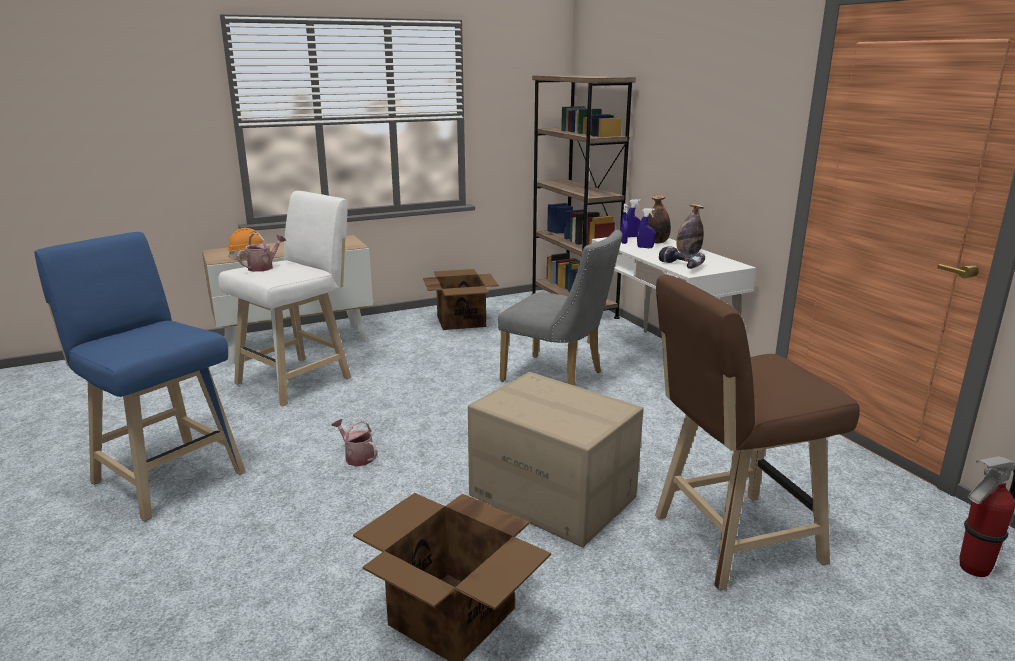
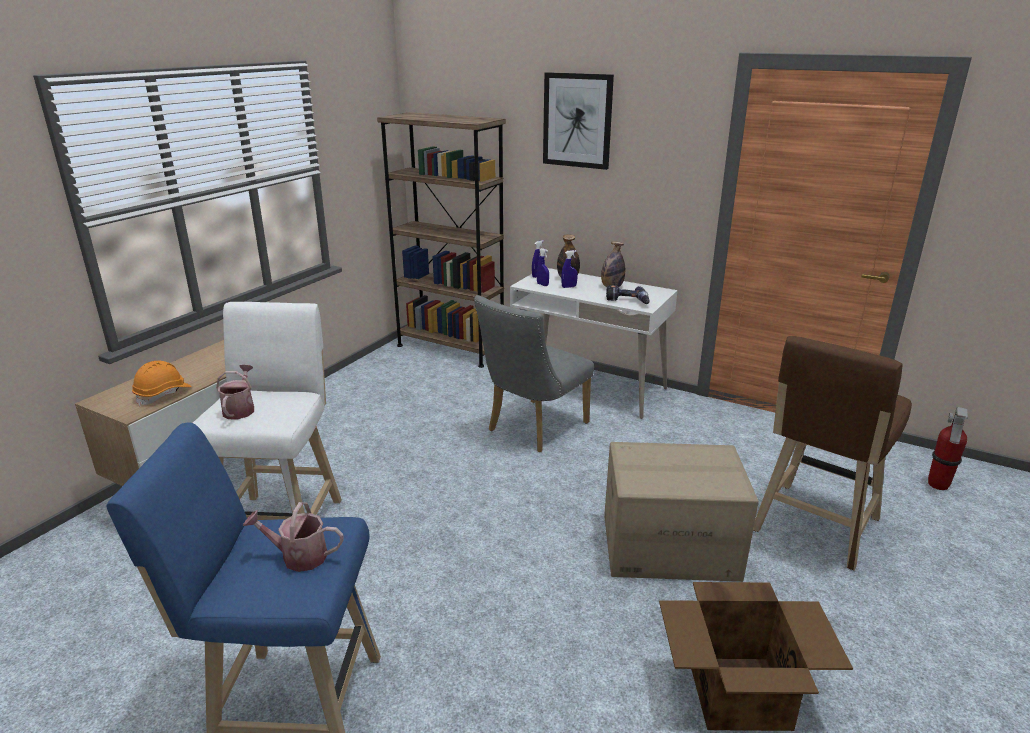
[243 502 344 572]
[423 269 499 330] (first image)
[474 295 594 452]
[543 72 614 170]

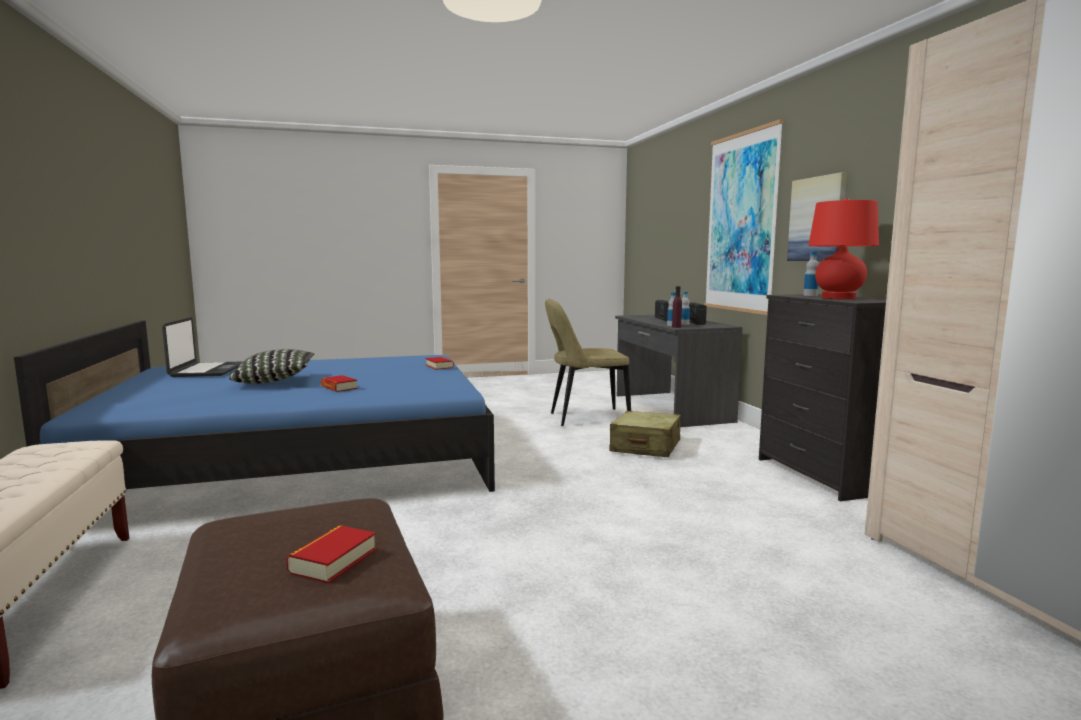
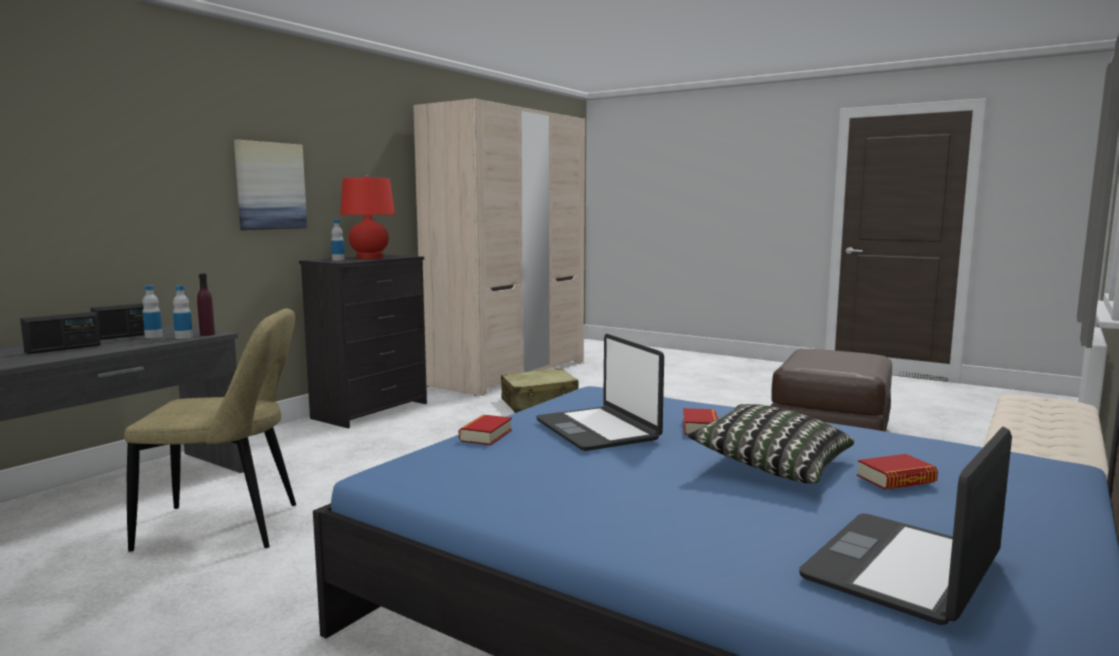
[857 454 938 490]
[124 308 296 552]
[501 368 579 413]
[704 119 785 315] (first image)
[536 334 664 451]

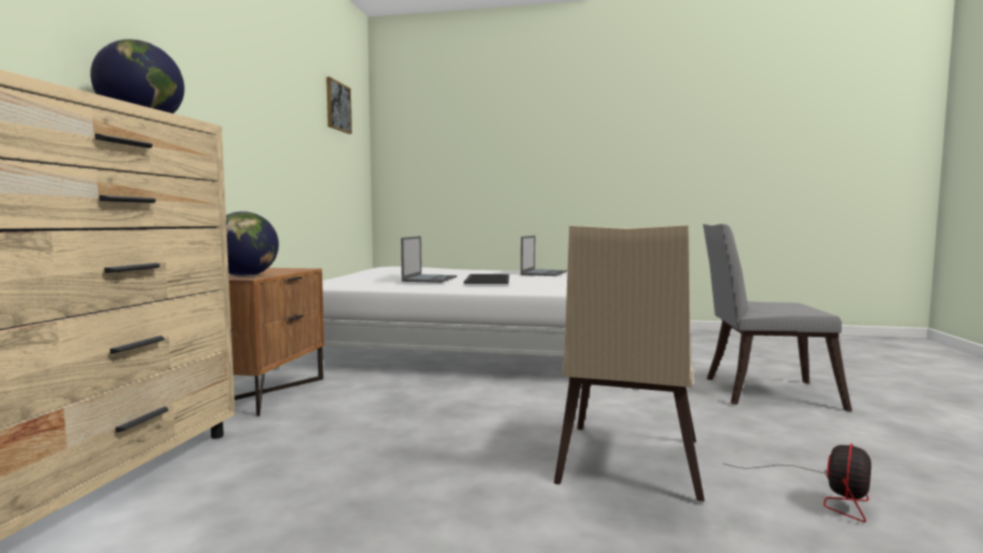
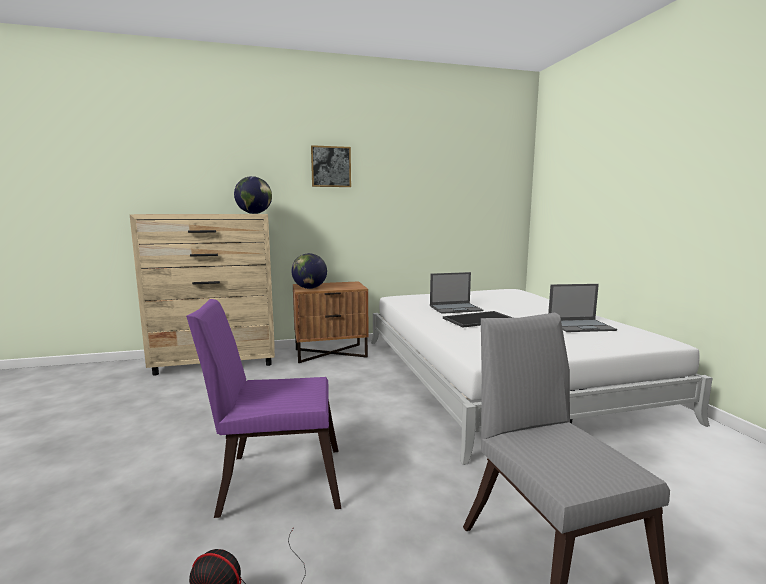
[311 145 351 187]
[186 299 341 518]

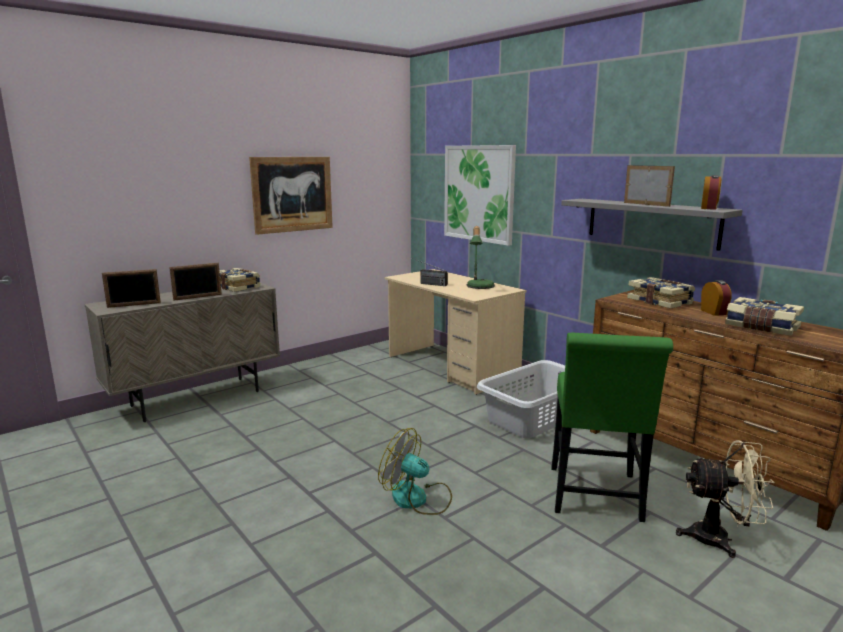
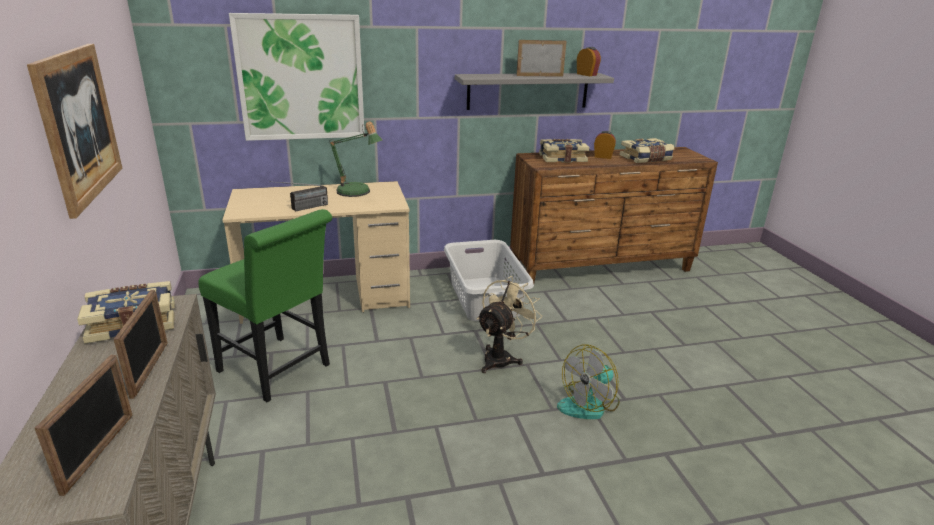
[198 209 332 402]
[477 276 542 373]

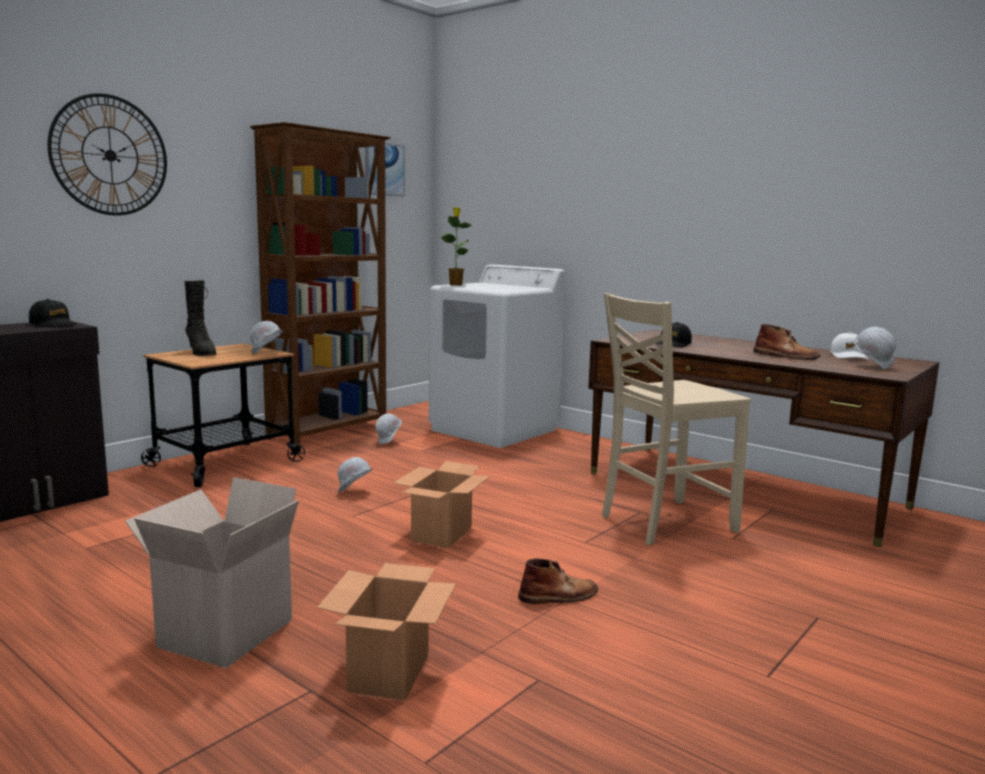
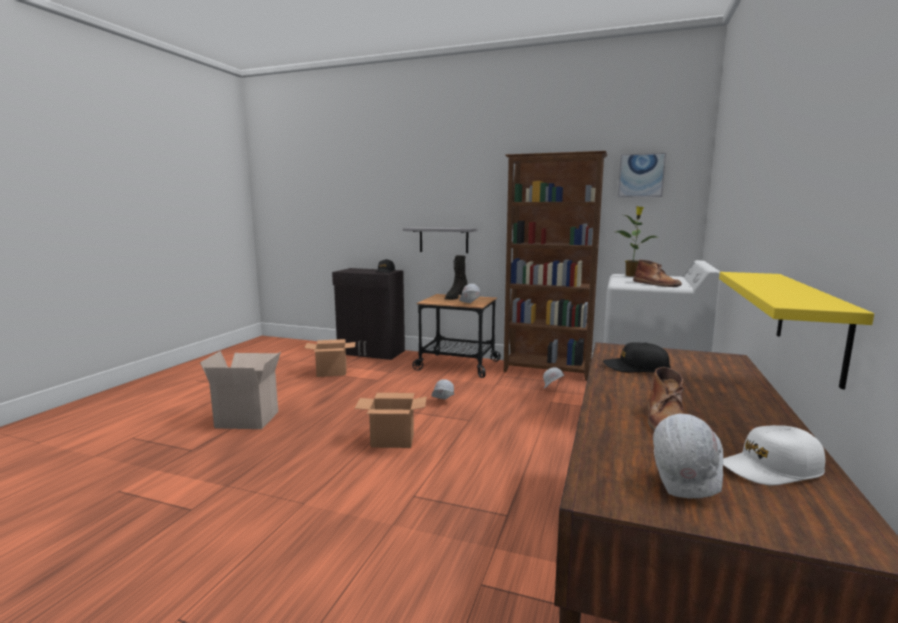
[47 93 167 216] (first image)
[305 339 355 377]
[633 260 682 287]
[602 293 751 545] (first image)
[403 227 477 253]
[719 272 874 390]

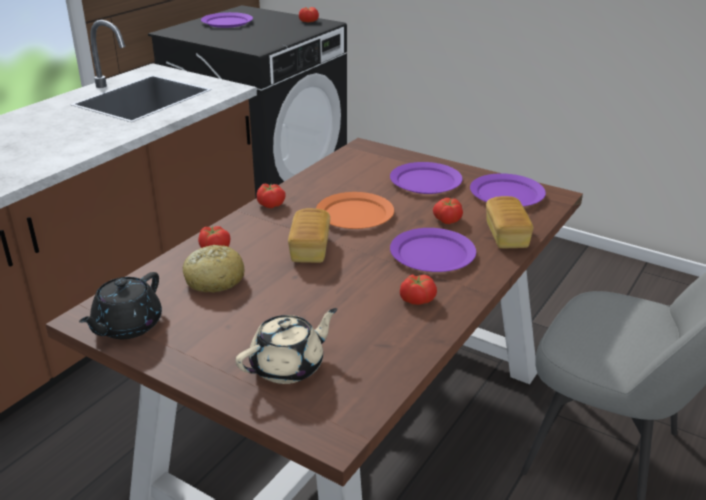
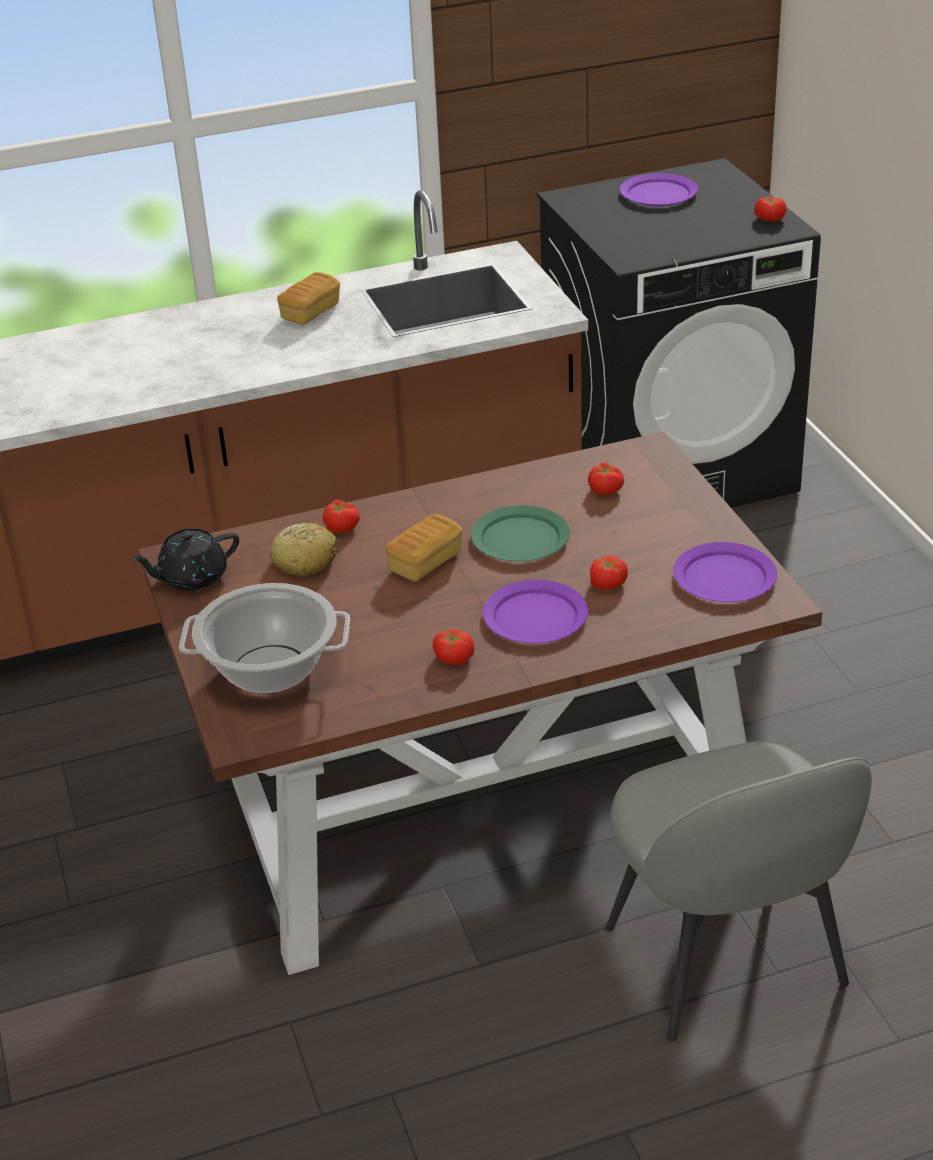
[179 583 350 694]
[588 463 624 495]
[471 505 570 562]
[390 162 463 194] (first image)
[277 272 340 325]

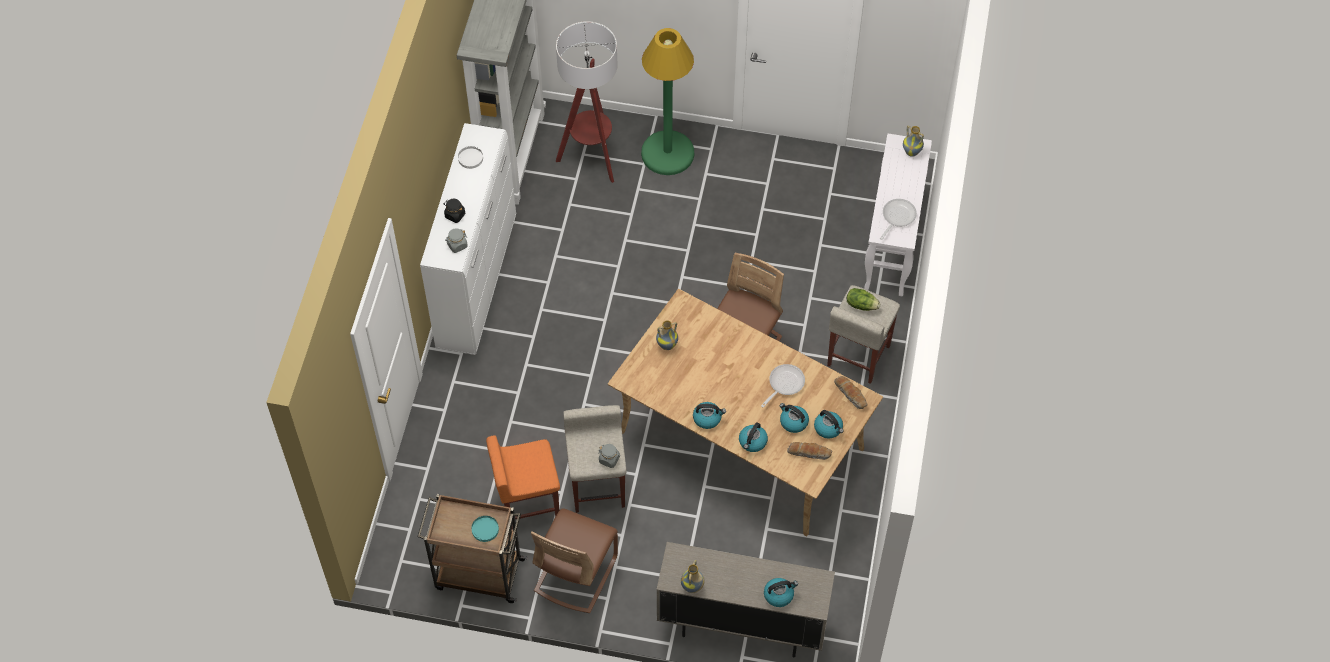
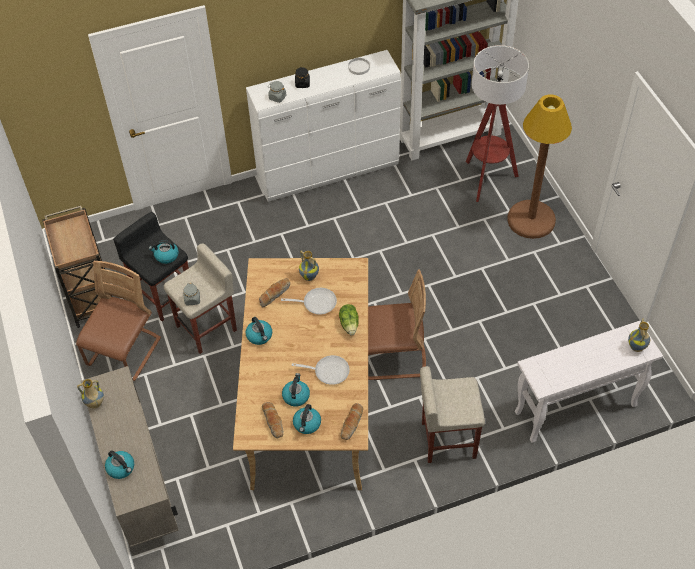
[471 516 499 542] (first image)
[113 212 189 321]
[76 261 161 381]
[507 94 572 239]
[149 240 179 264]
[339 304 359 335]
[281 288 337 315]
[259 278 290 308]

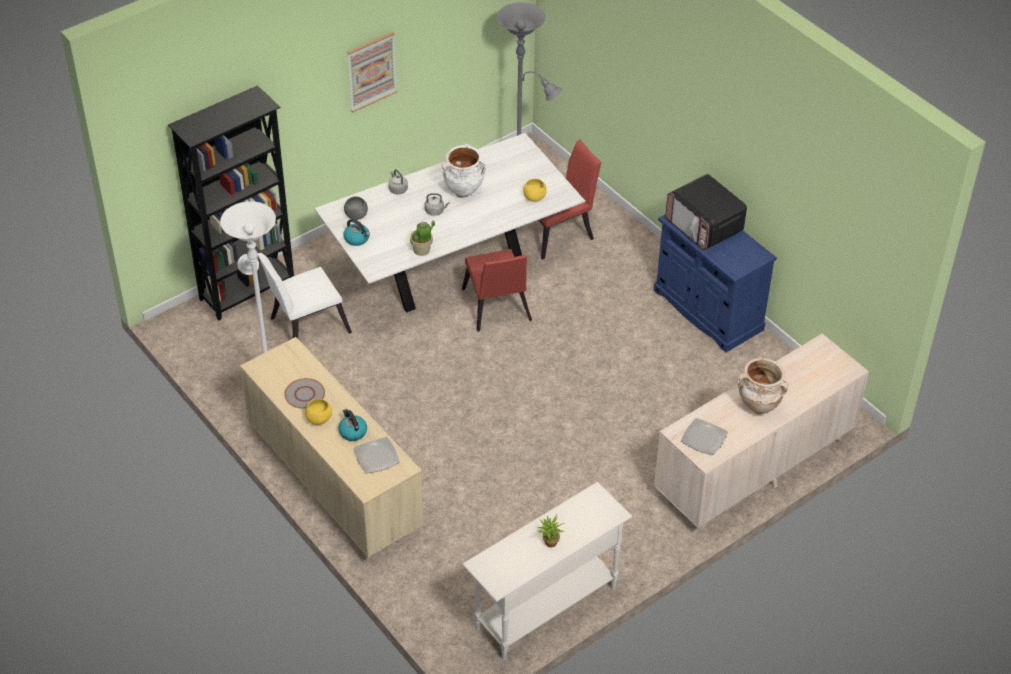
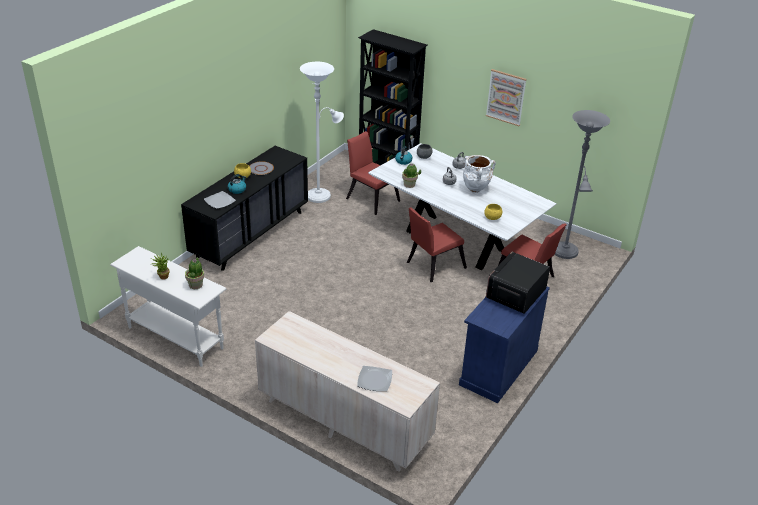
[181 146 308 271]
[346 131 400 215]
[357 366 392 391]
[738 355 788 414] (first image)
[185 257 204 289]

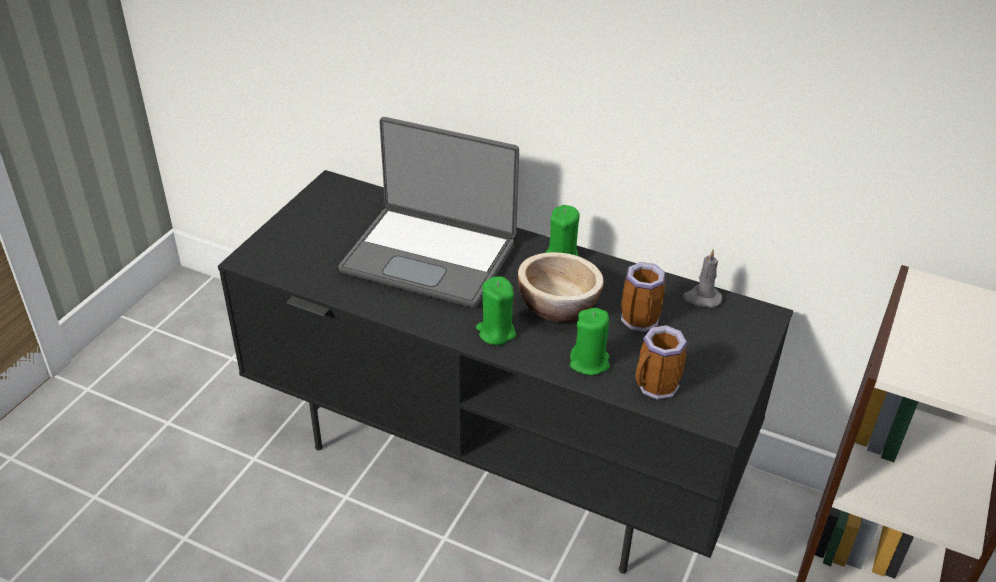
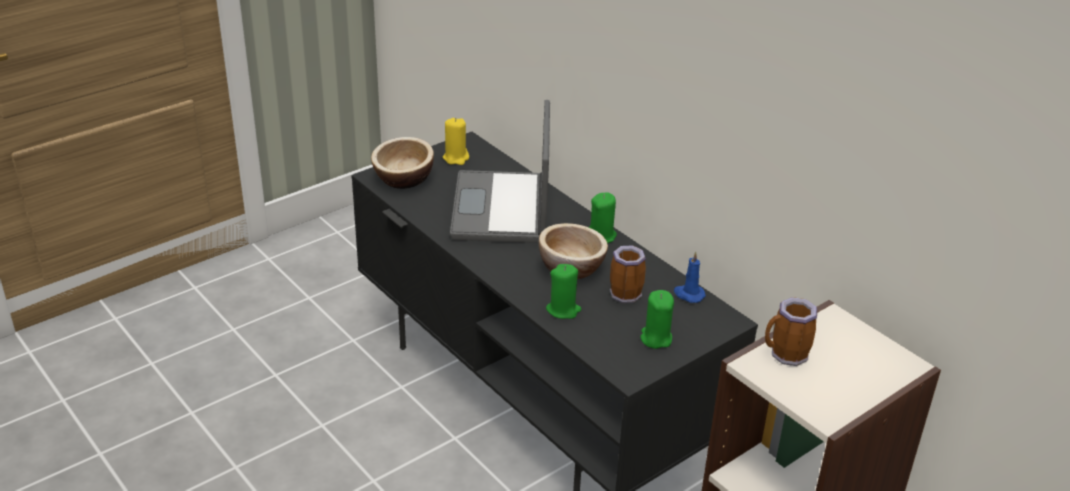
[450 100 550 243]
[641 290 674 349]
[765 297 817 366]
[674 251 706 303]
[371 137 434 189]
[443 118 469 165]

